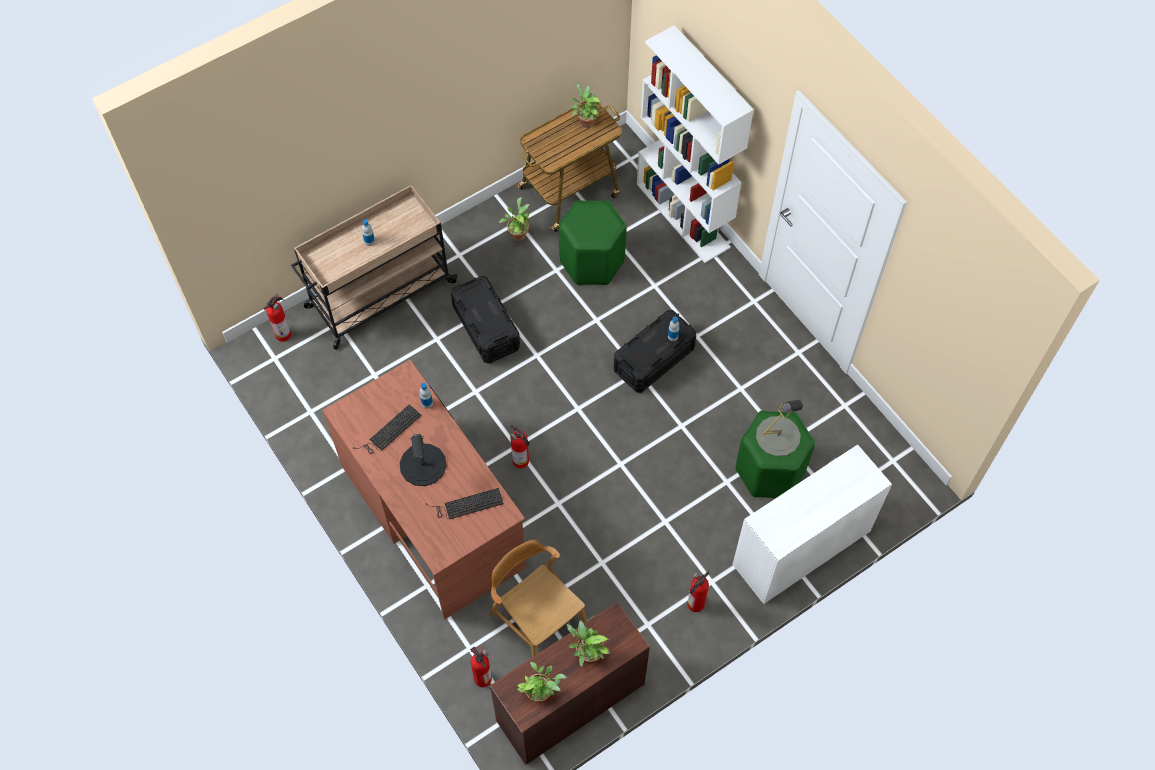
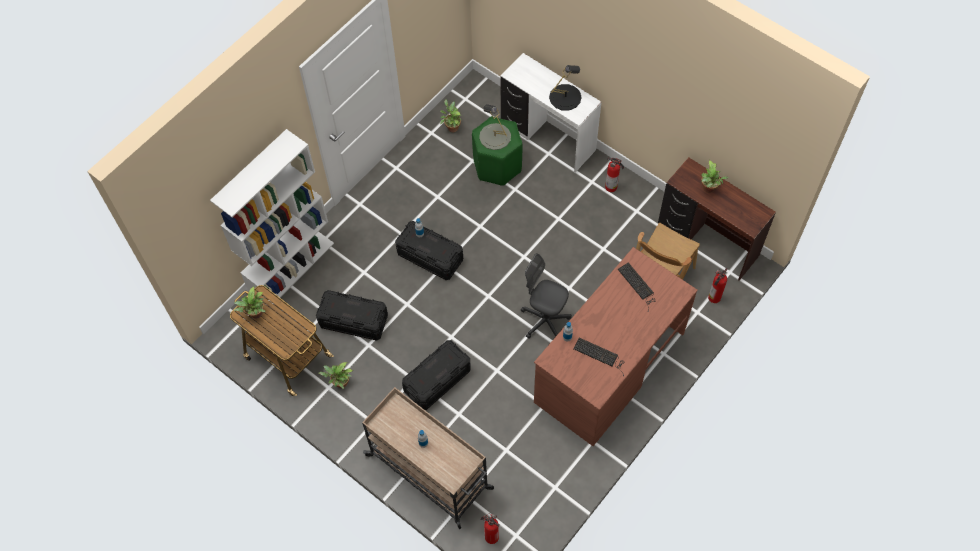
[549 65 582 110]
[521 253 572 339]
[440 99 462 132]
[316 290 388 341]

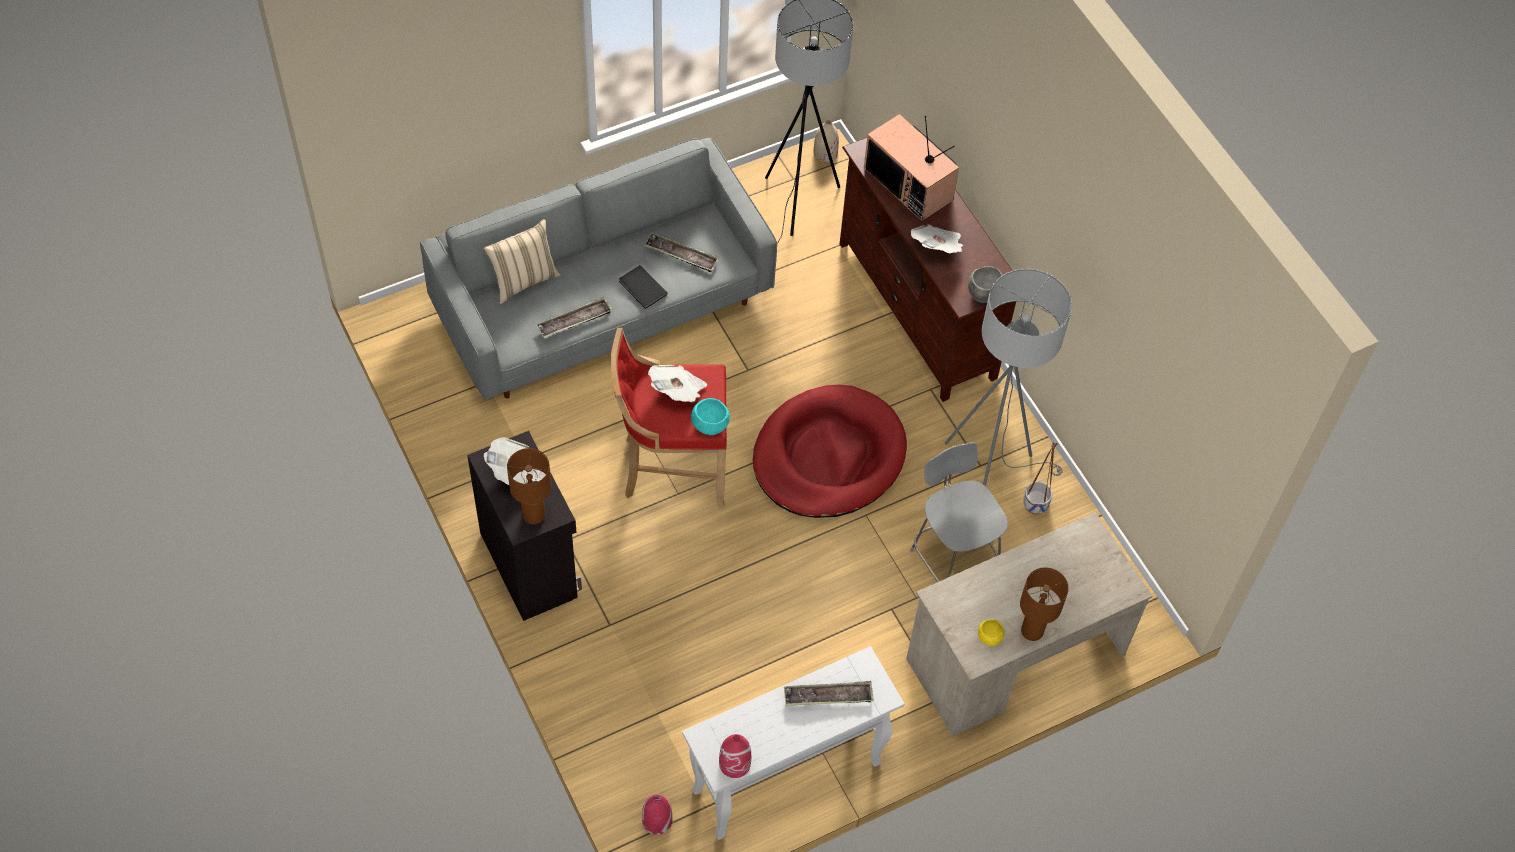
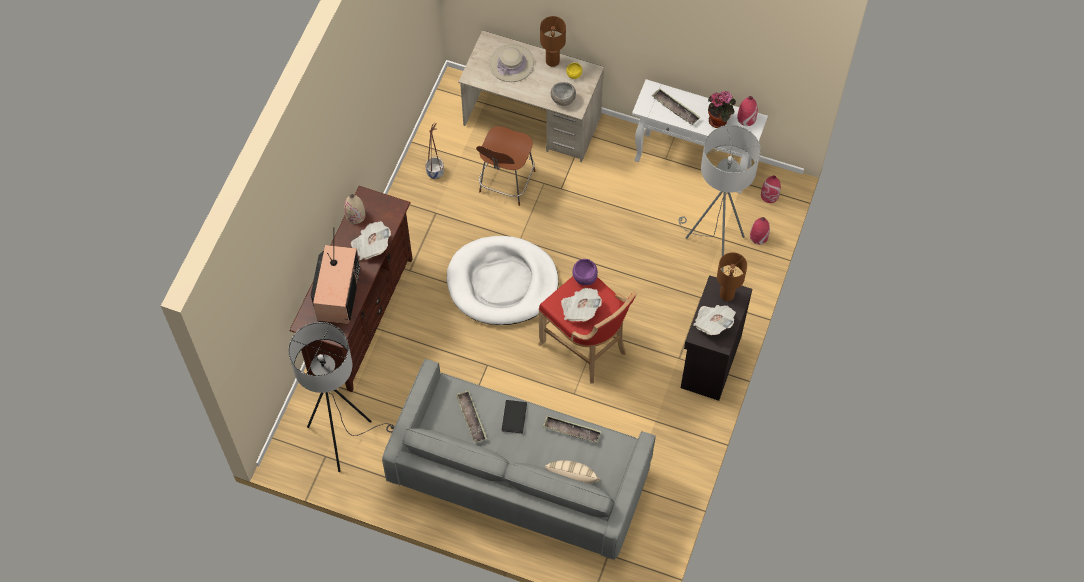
[572 259 598 285]
[447 236 559 325]
[344 194 365 224]
[476 126 535 206]
[679 125 761 272]
[551 82 576 106]
[489 44 534 82]
[708 91 736 128]
[750 217 770 245]

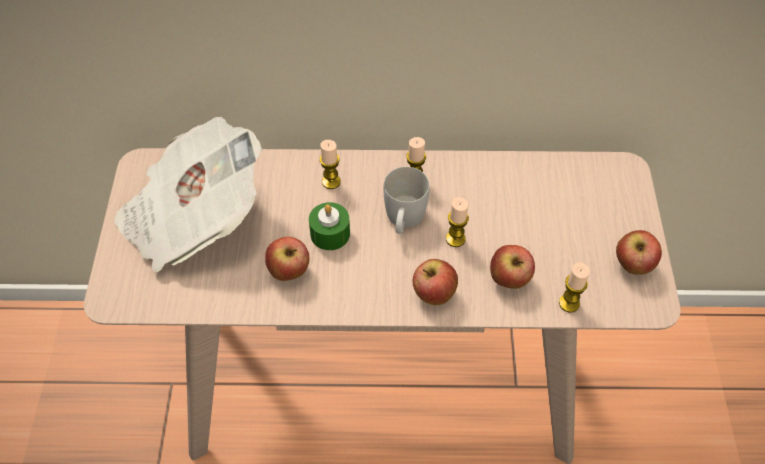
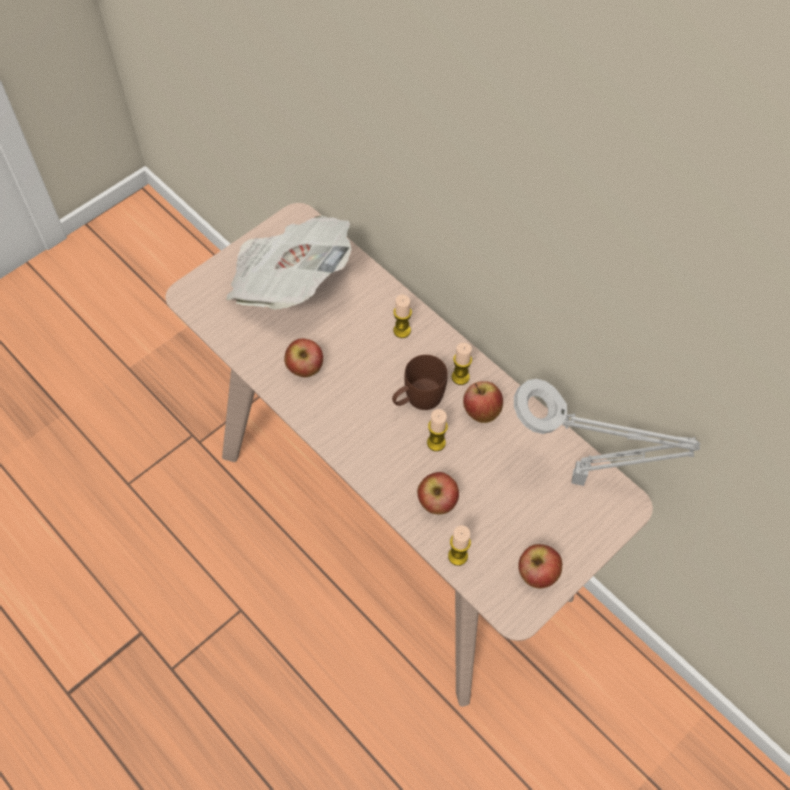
[309 202 350 250] (first image)
[392 355 448 410]
[463 381 503 423]
[514 379 700 486]

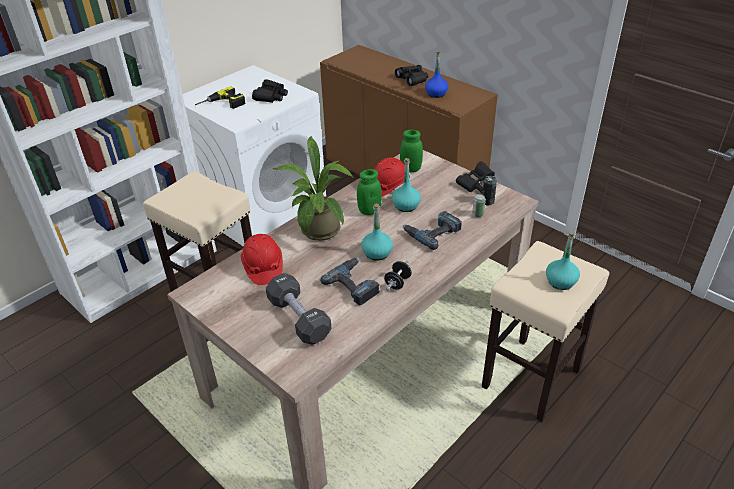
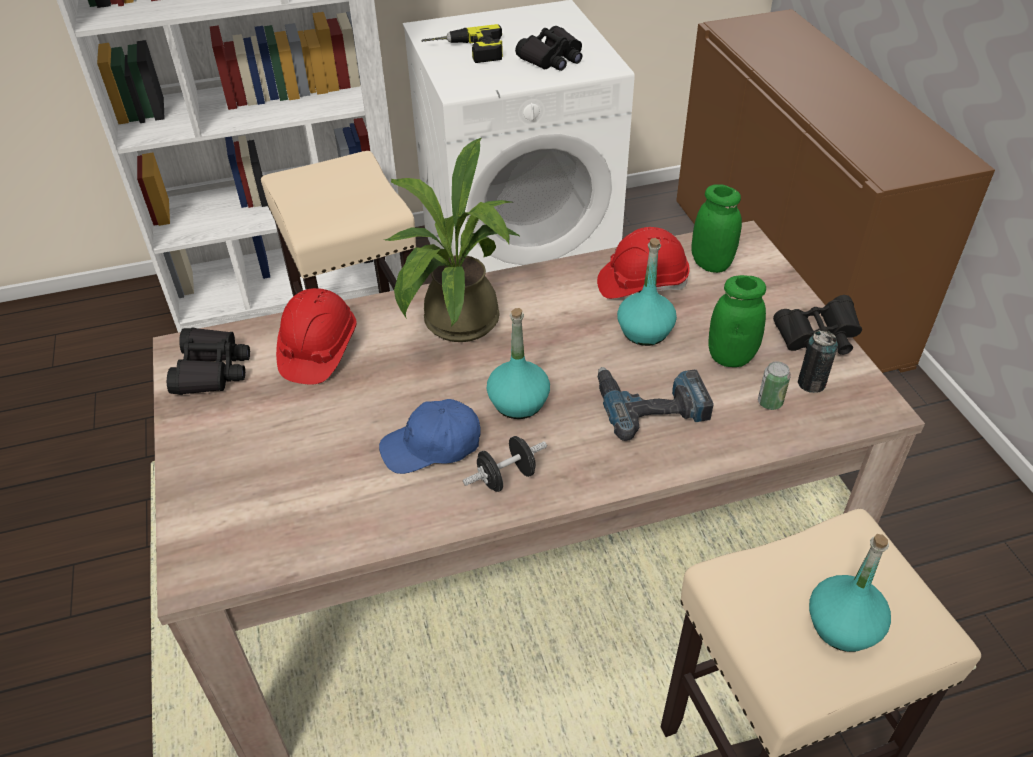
[266 273 332 345] (first image)
[379 399 481 474]
[709 275 766 367]
[167 328 250 395]
[425 51 448 98] (first image)

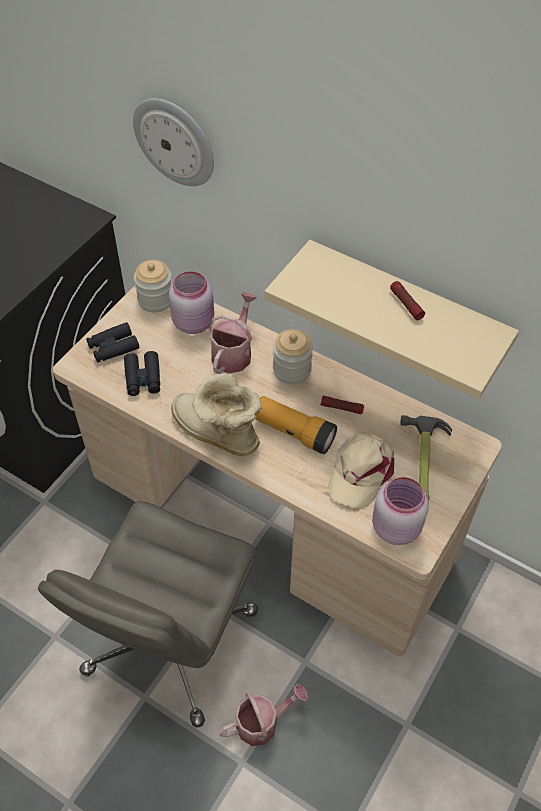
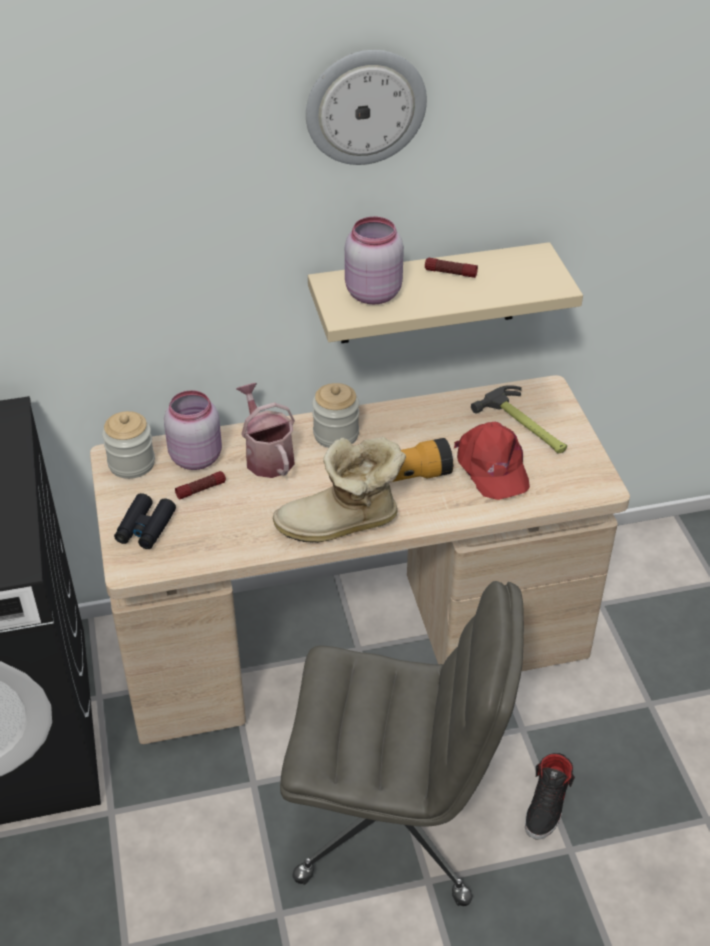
[280 581 524 906]
[124 351 160 396] (first image)
[306 50 427 165]
[525 753 575 840]
[175 471 226 500]
[454 422 530 500]
[345 216 404 304]

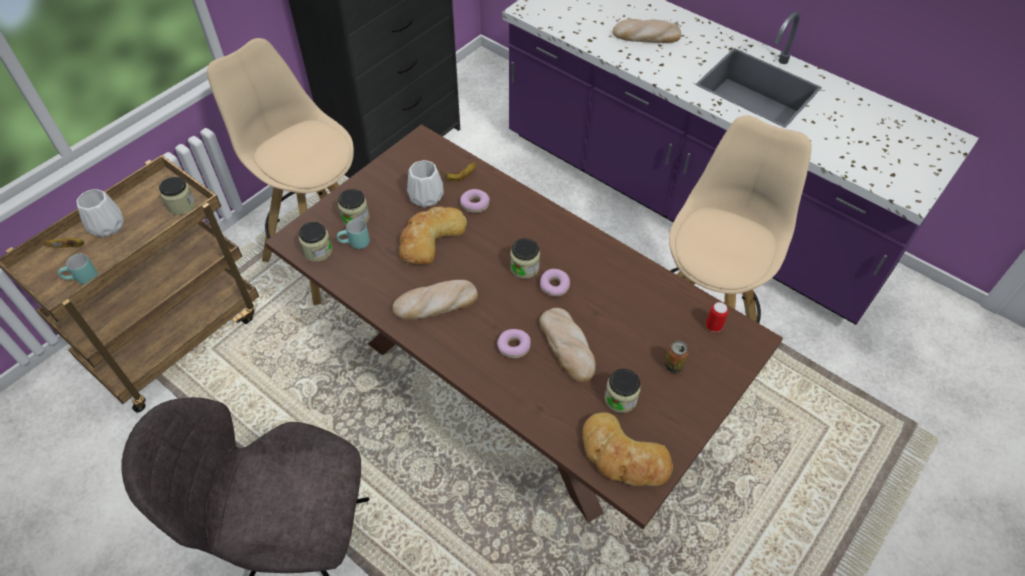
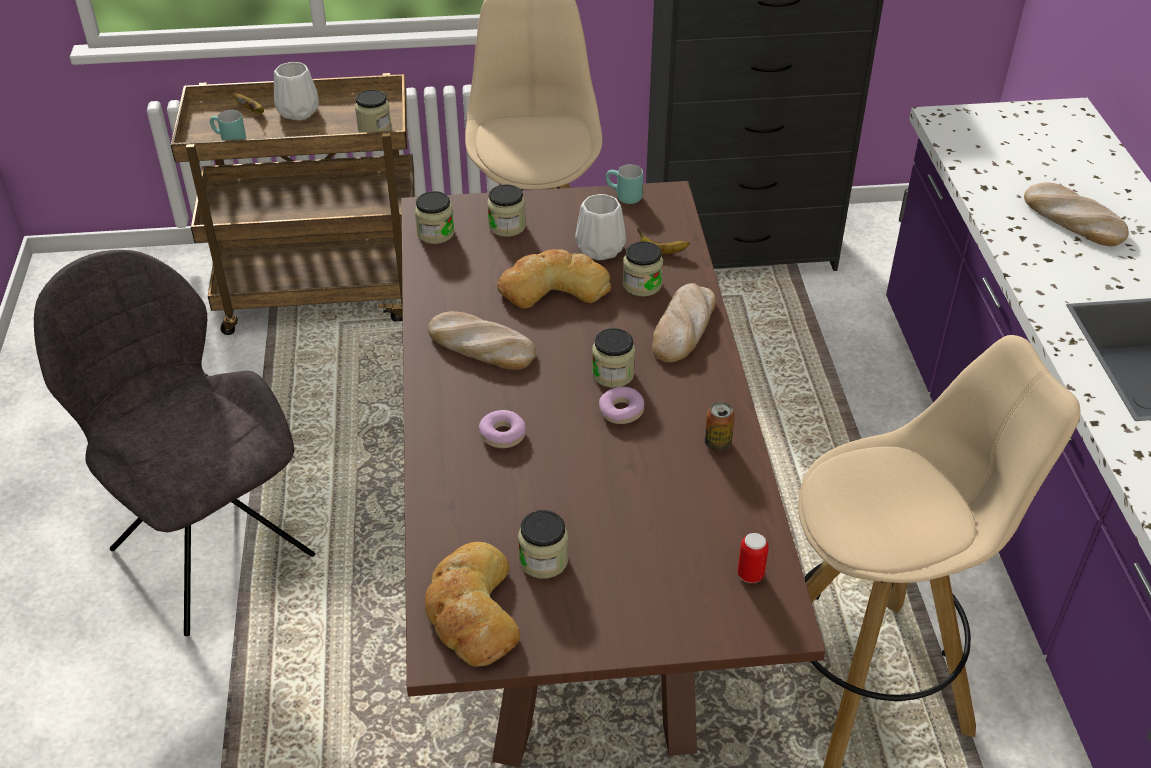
[606 164 643 204]
[623 241 663 297]
[652 283 716 363]
[705 402 735 451]

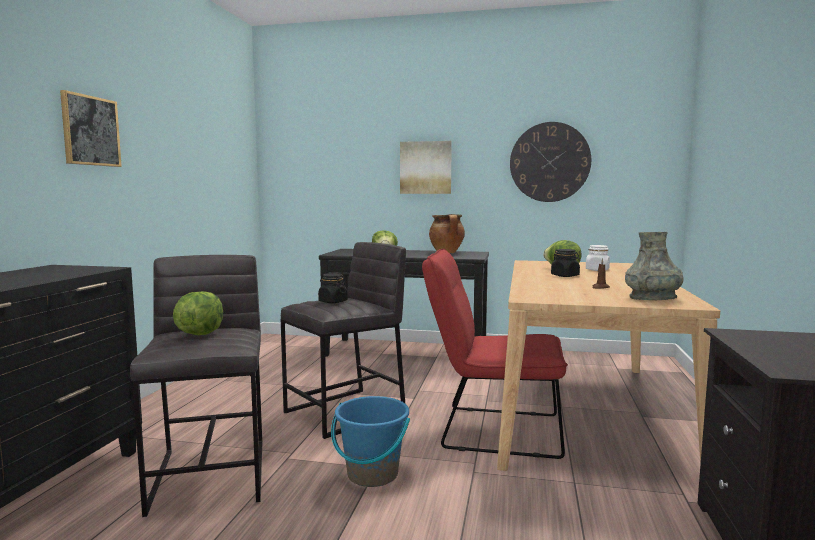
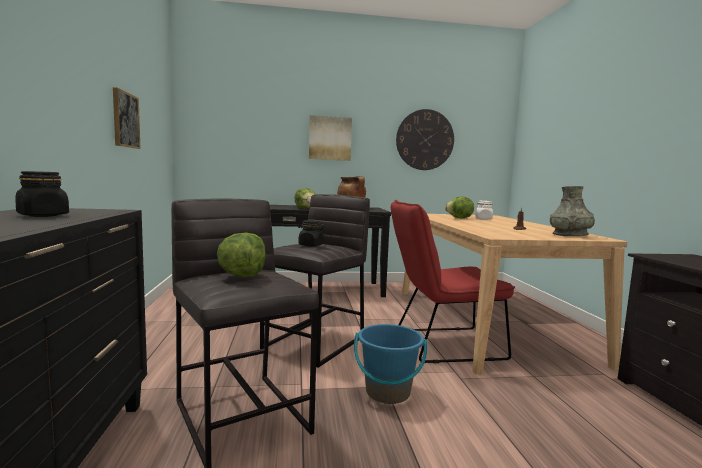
[113 87 140 149]
[15 171 69 217]

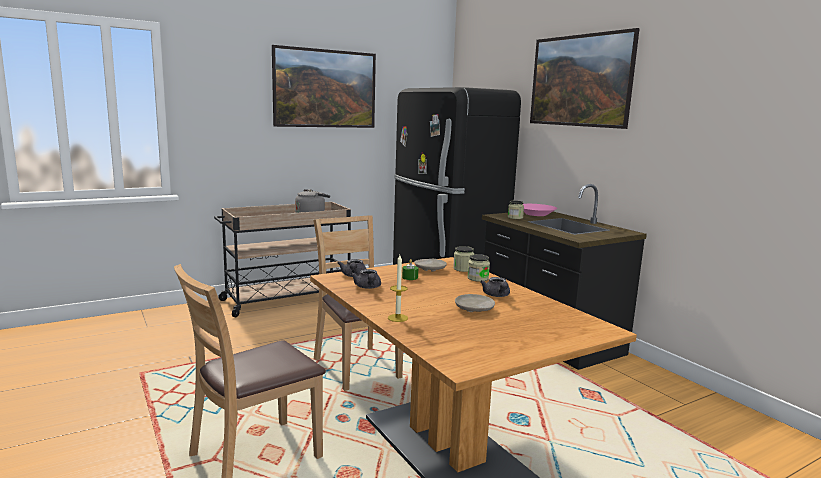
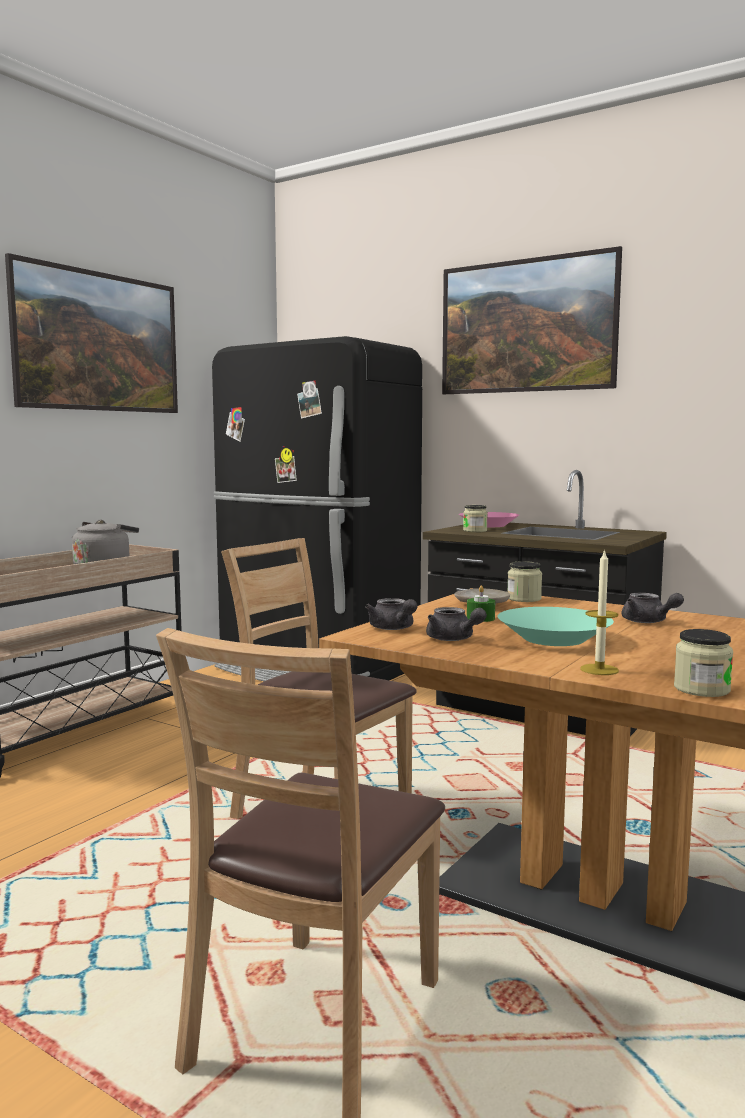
[455 294 495 312] (first image)
[674 629 733 697]
[497 607 614 646]

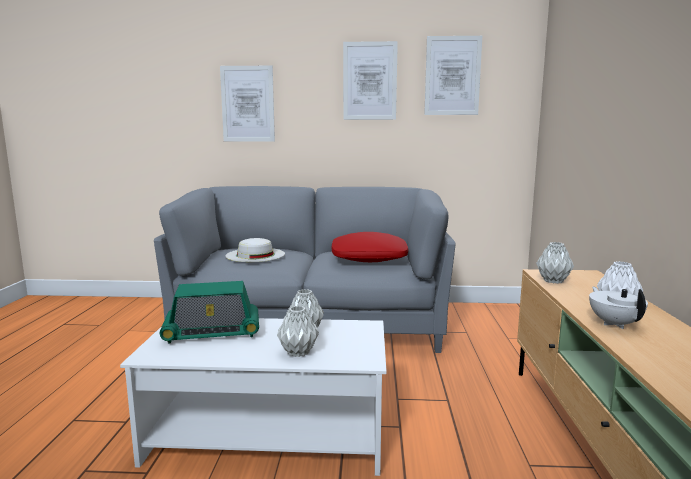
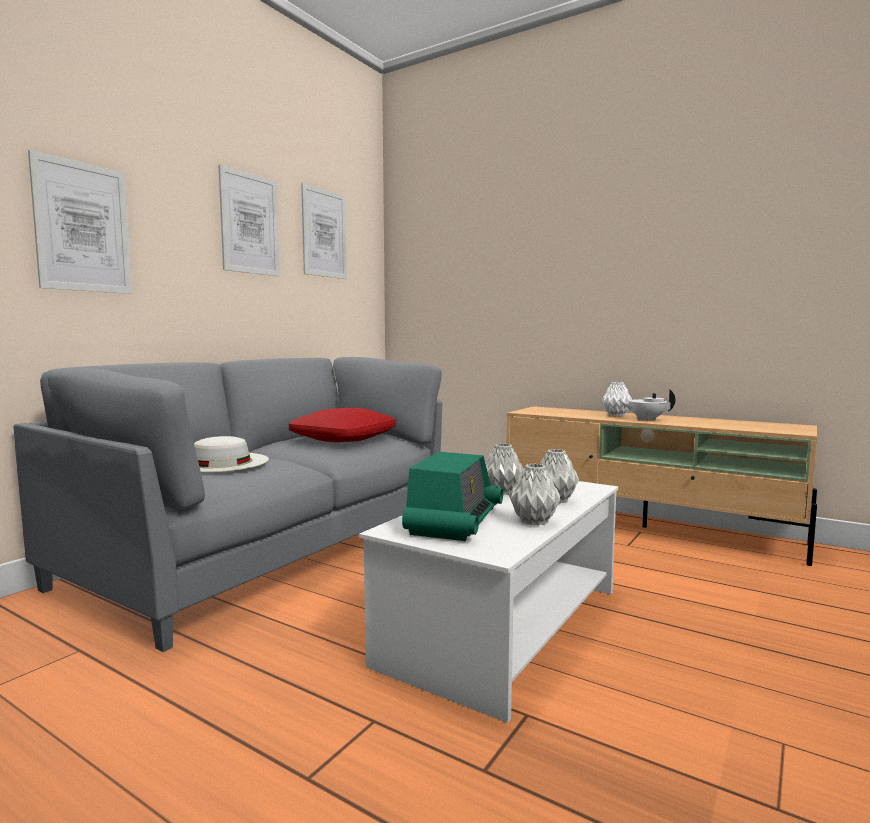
[509 463 561 526]

